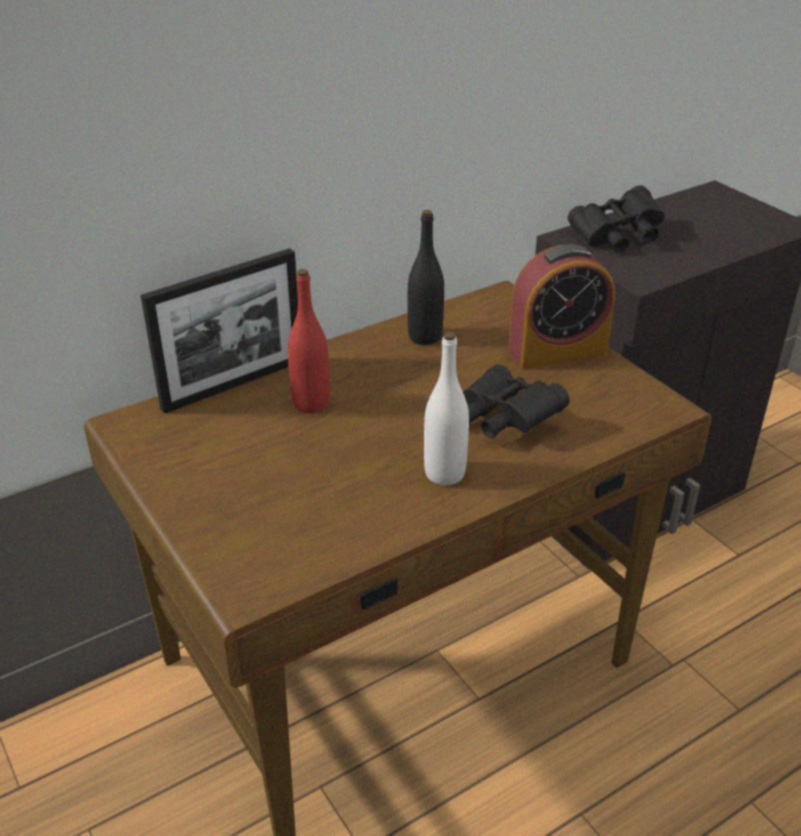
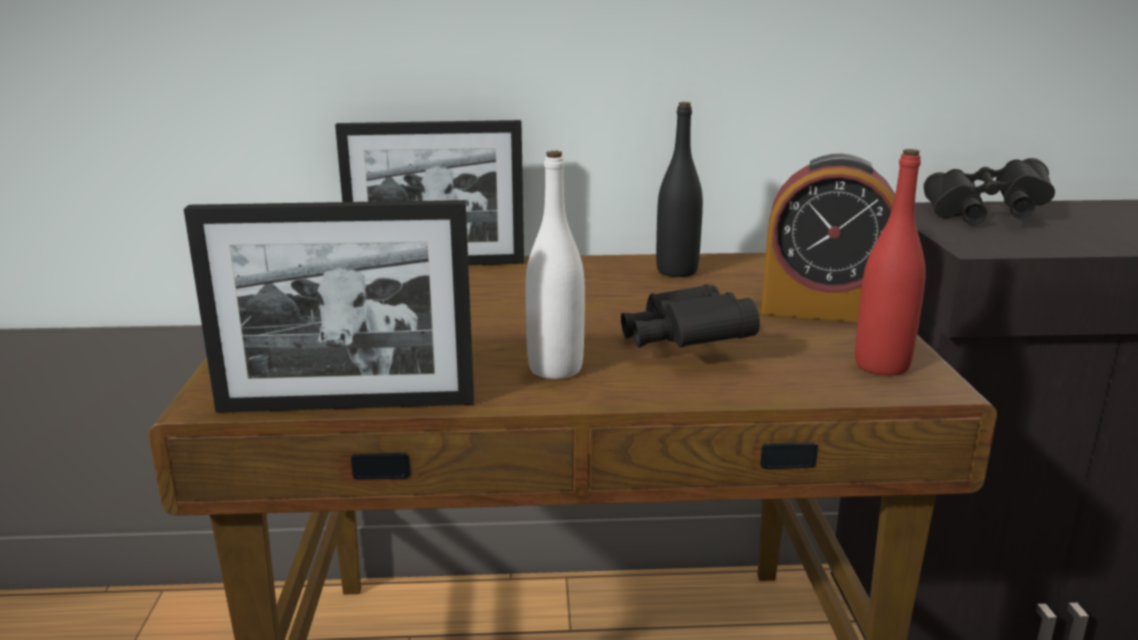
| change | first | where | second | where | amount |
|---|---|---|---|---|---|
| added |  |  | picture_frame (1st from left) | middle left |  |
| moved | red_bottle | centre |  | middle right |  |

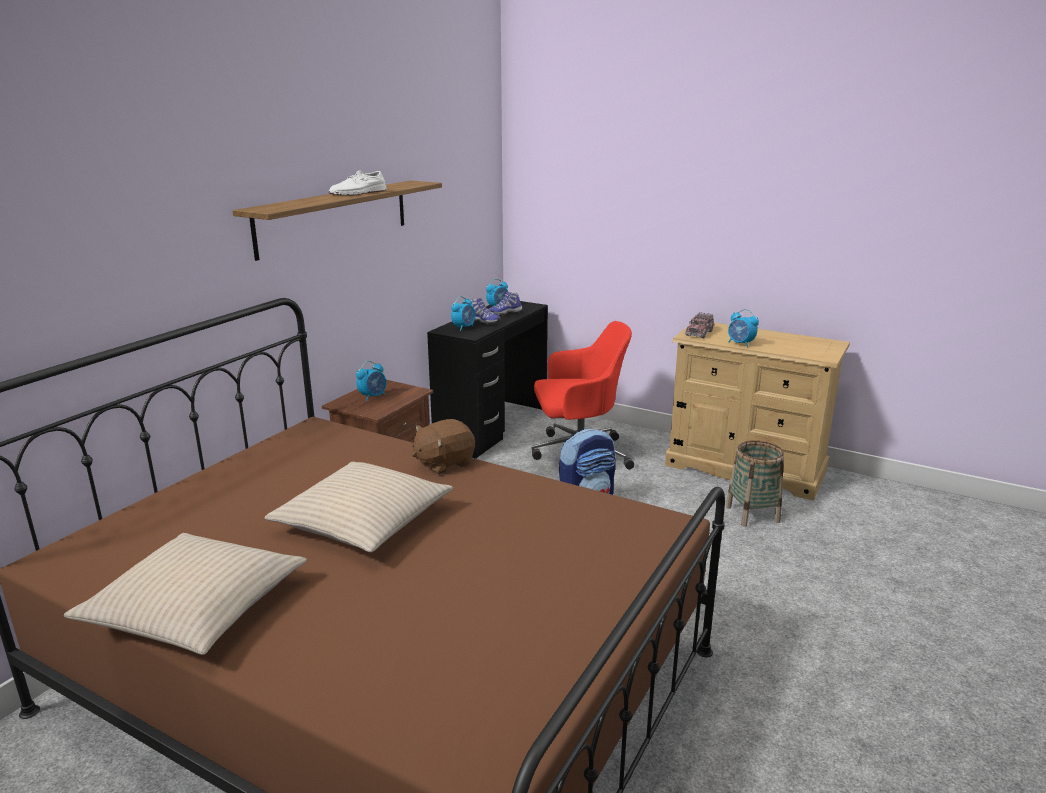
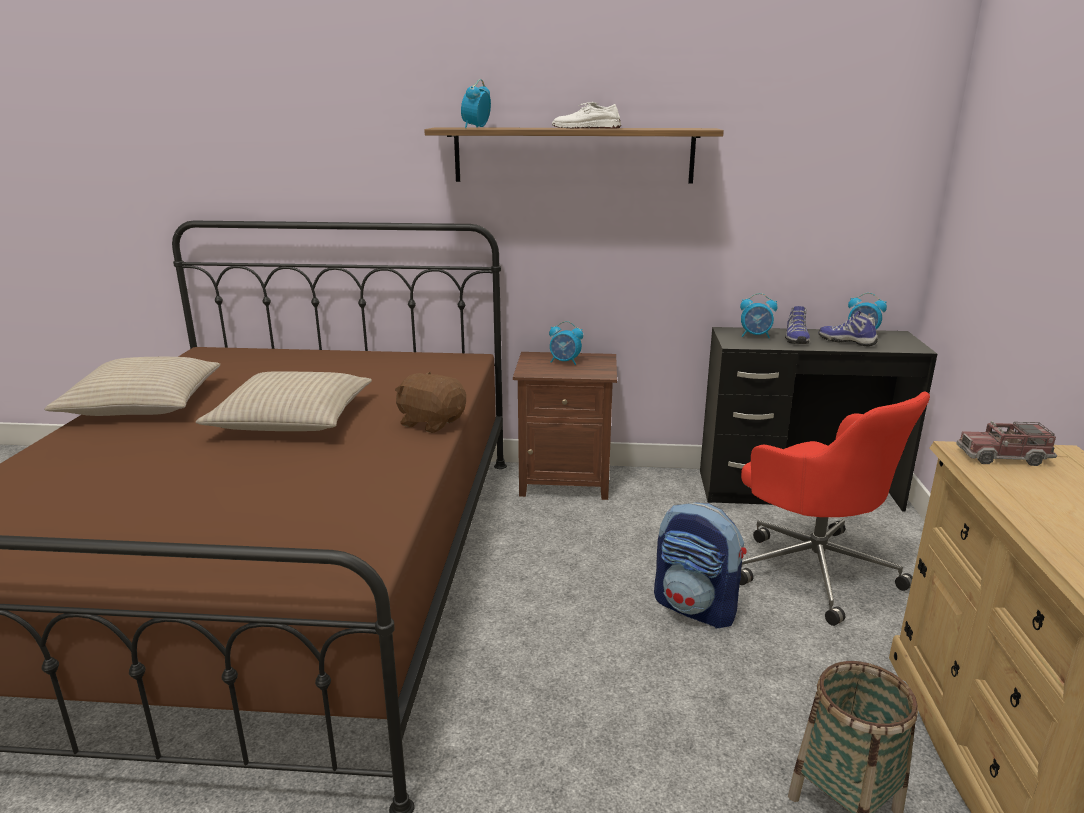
| change | first | where | second | where | amount |
|---|---|---|---|---|---|
| moved | alarm_clock (4th from left in the first image) | middle right | alarm_clock (1st from left) | top centre |  |

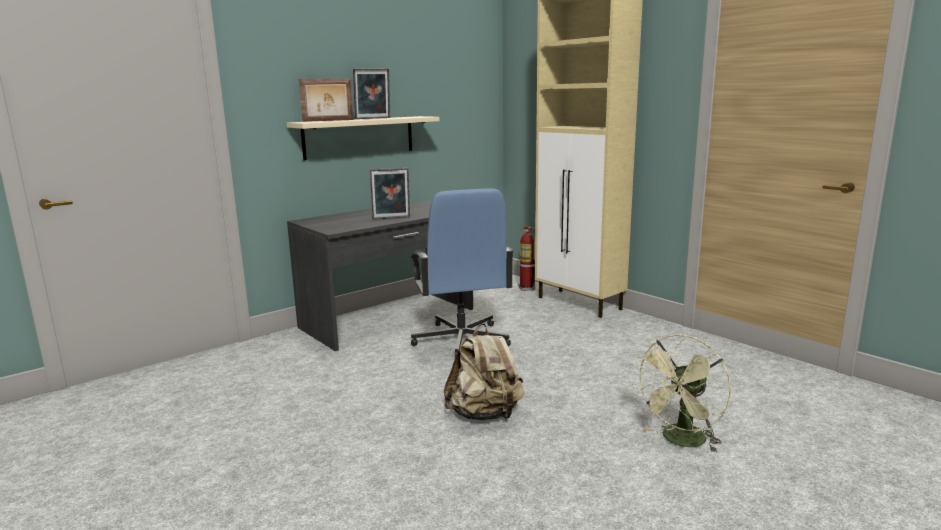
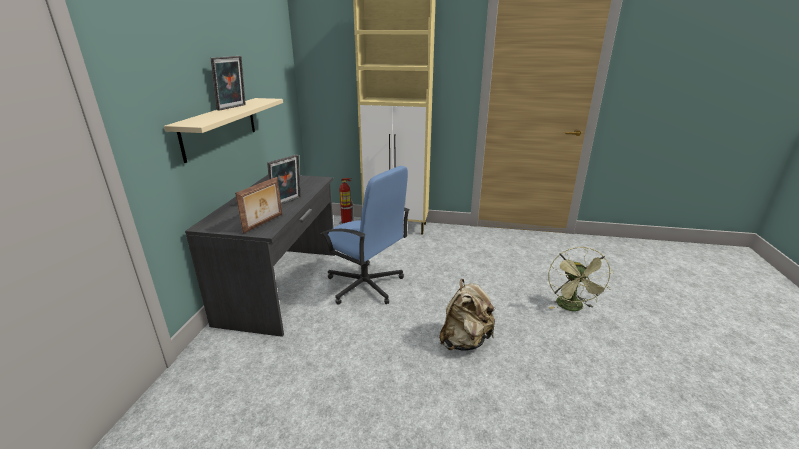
| change | first | where | second | where | amount |
|---|---|---|---|---|---|
| moved | picture_frame (1st from left in the first image) | top centre | picture_frame (2nd from left) | middle left |  |

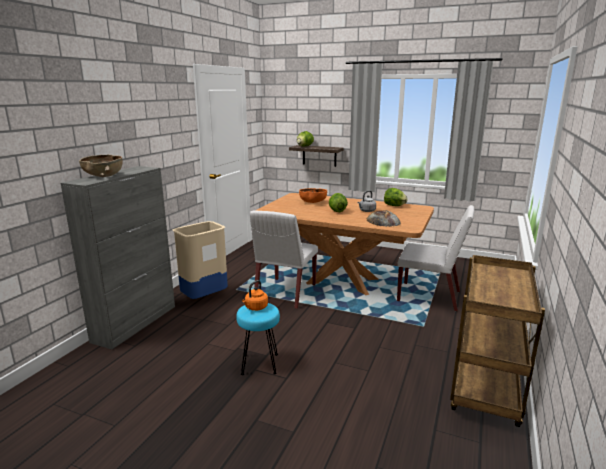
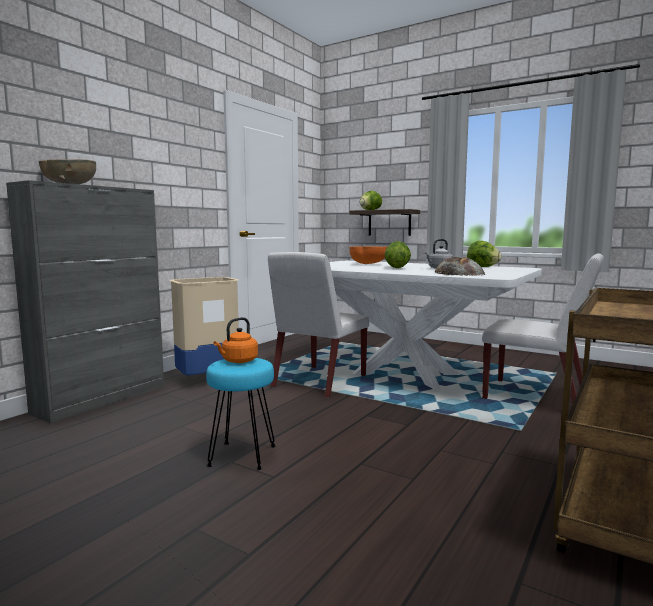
| change | first | where | second | where | amount |
|---|---|---|---|---|---|
| recoloured | brown_dining_table | centre | white_dining_table | centre |  |

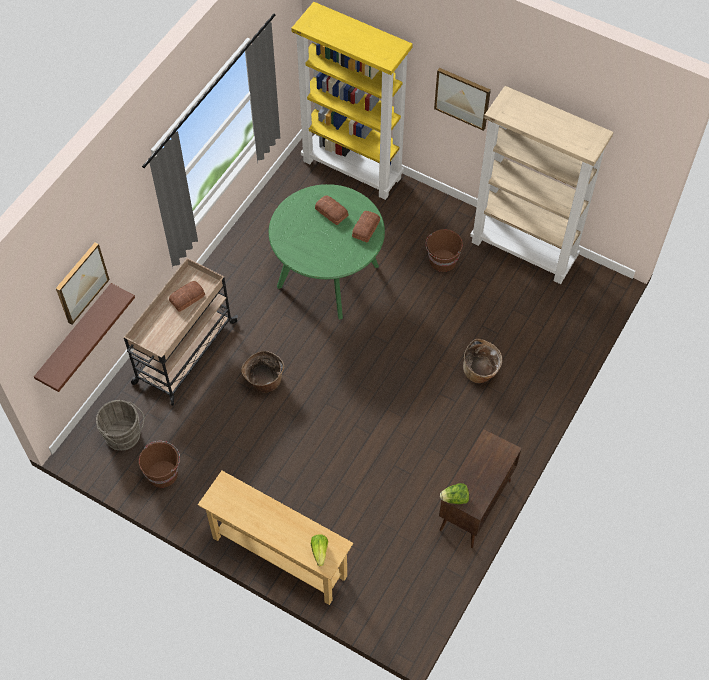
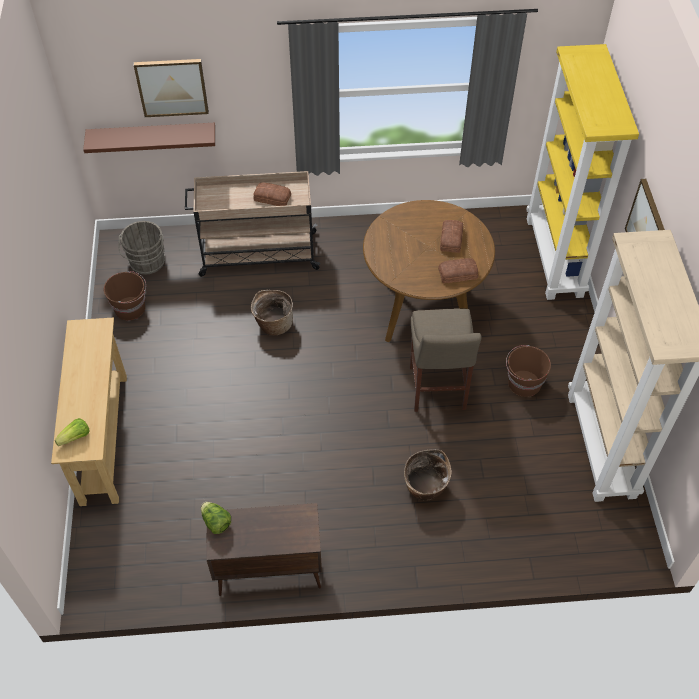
| change | first | where | second | where | amount |
|---|---|---|---|---|---|
| added |  |  | beige_stool | centre |  |
| recoloured | green_dining_table | centre | brown_dining_table | centre |  |

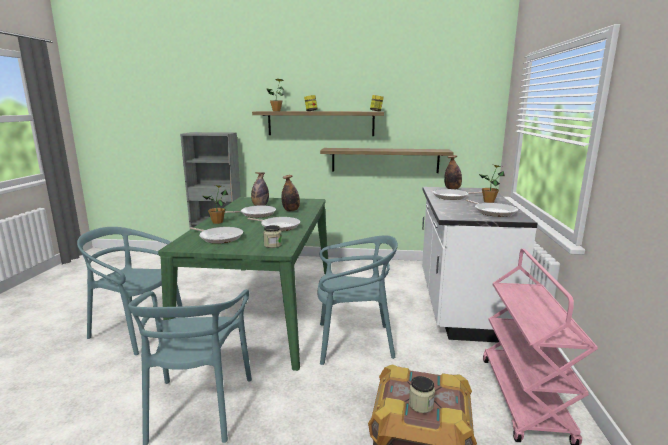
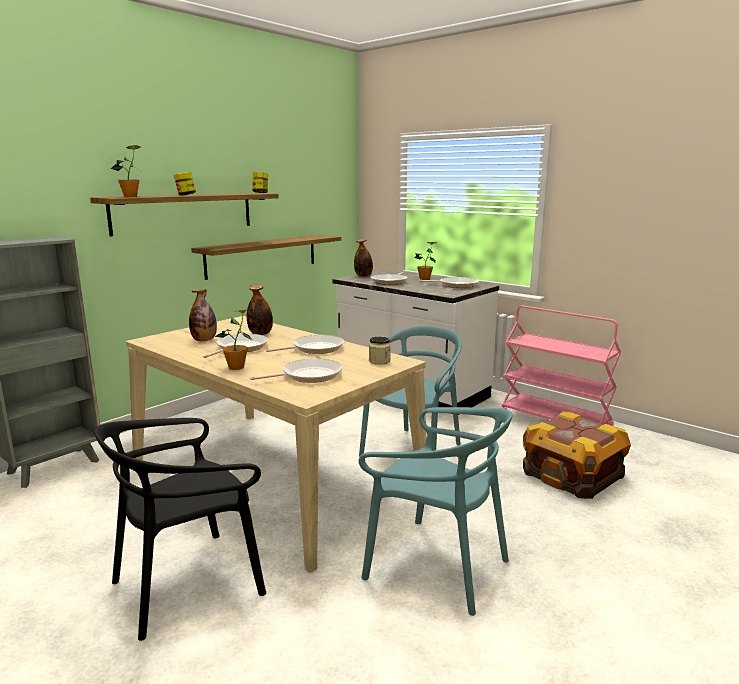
| change | first | where | second | where | amount |
|---|---|---|---|---|---|
| removed | jar (4th from left) | bottom centre |  |  |  |
| recoloured | turquoise_chair (1st from left) | middle left | black_chair | bottom left |  |
| recoloured | green_dining_table | centre | beige_dining_table | centre |  |

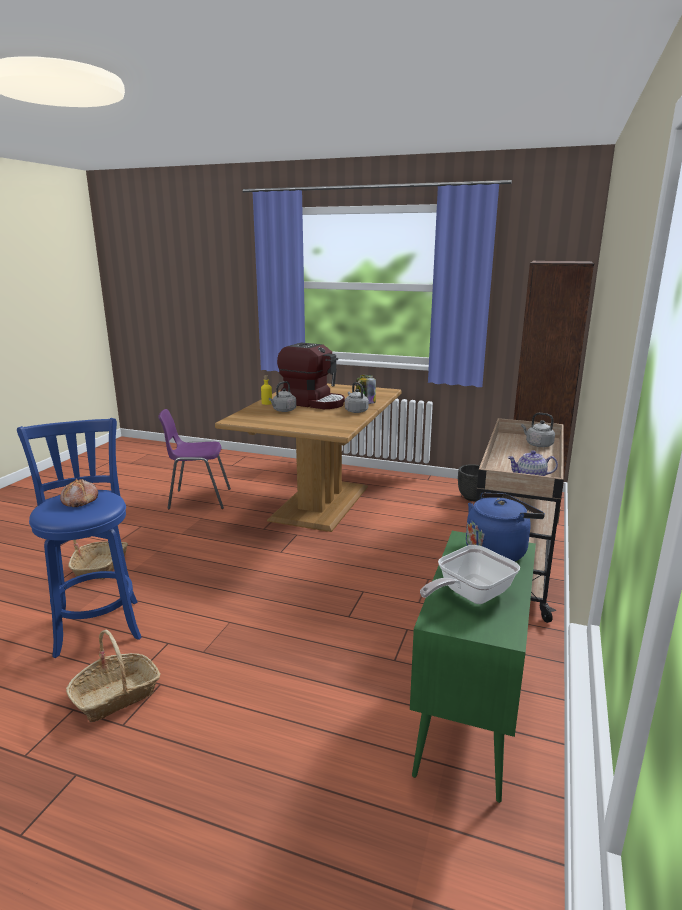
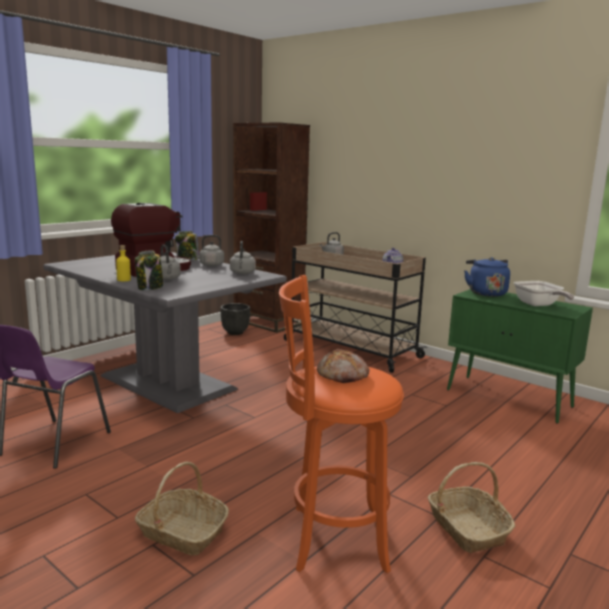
| change | first | where | second | where | amount |
|---|---|---|---|---|---|
| added |  |  | jar (1st from left) | middle left |  |
| added |  |  | grey_kettle (3rd from left) | centre |  |
| recoloured | blue_stool | middle left | orange_stool | bottom centre |  |
| recoloured | brown_dining_table | centre | grey_dining_table | middle left |  |

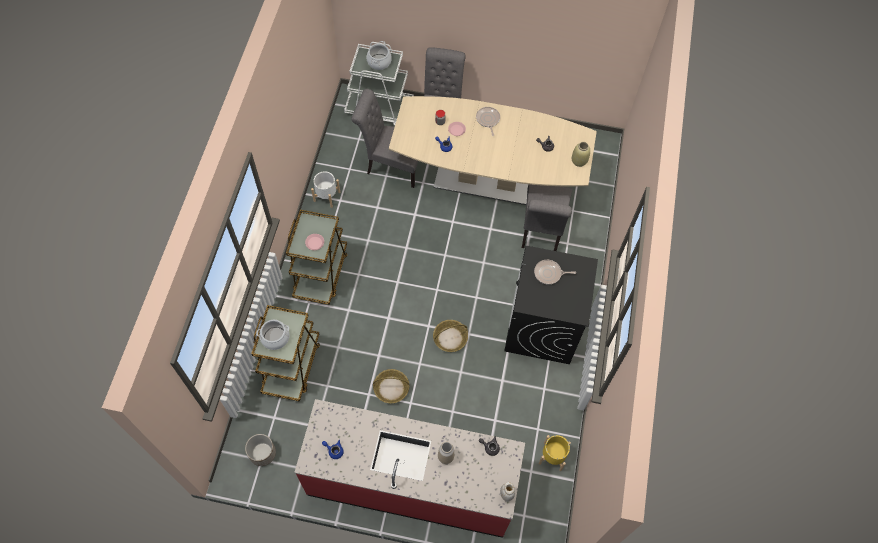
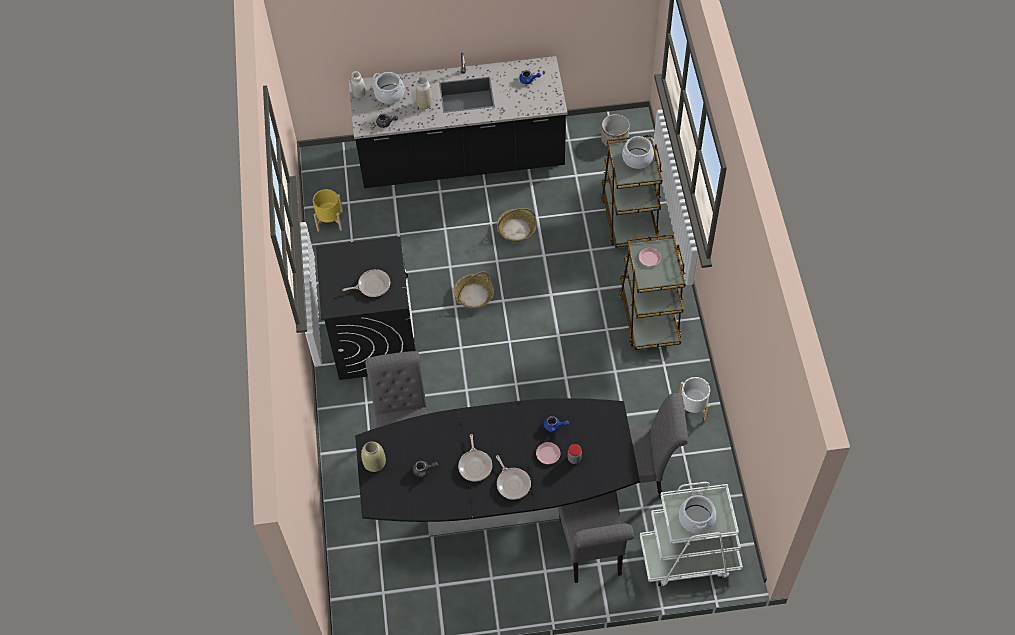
| change | first | where | second | where | amount |
|---|---|---|---|---|---|
| added |  |  | cooking_pot (1st from left) | top centre |  |
| added |  |  | frying_pan (2nd from left) | bottom centre |  |
| recoloured | red_counter | bottom centre | black_counter | top centre |  |
| recoloured | beige_dining_table | top centre | black_dining_table | bottom centre |  |

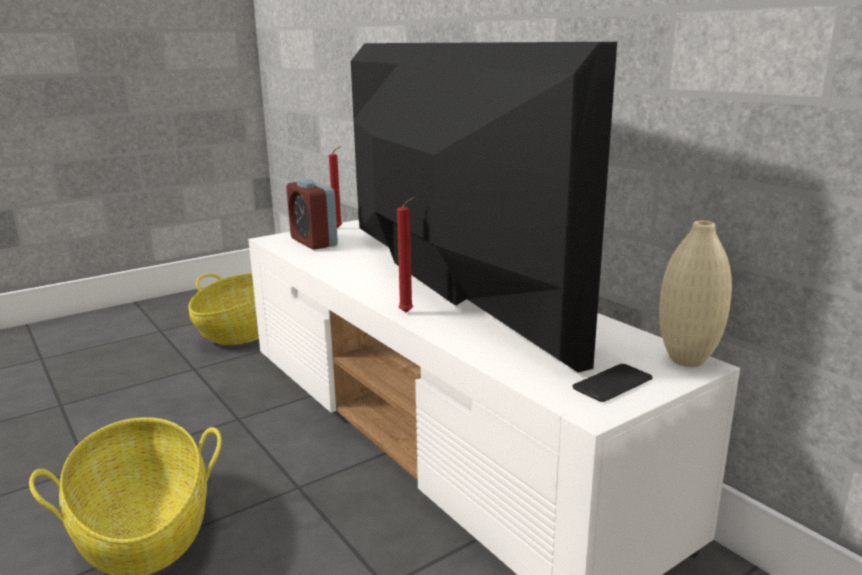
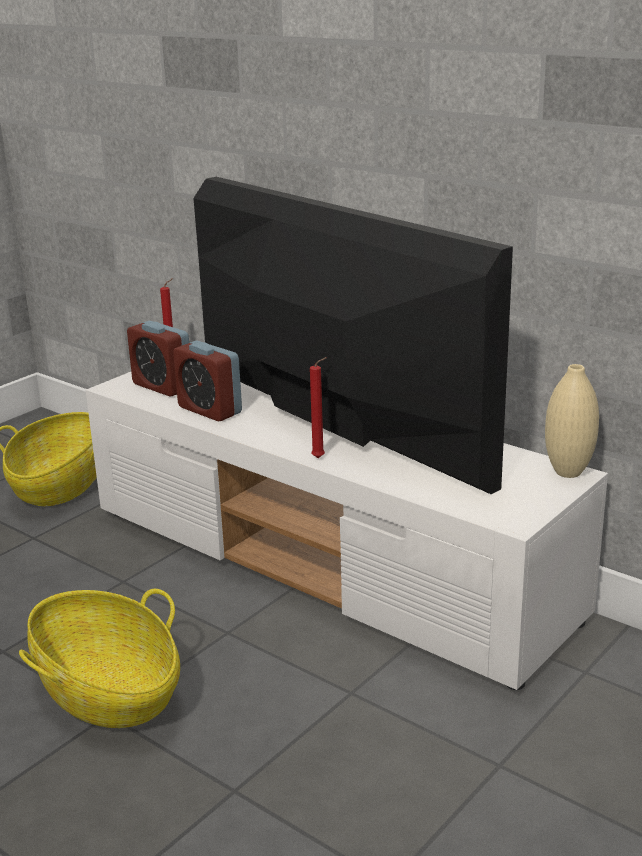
| change | first | where | second | where | amount |
|---|---|---|---|---|---|
| removed | phone | middle right |  |  |  |
| added |  |  | alarm_clock (2nd from left) | middle left |  |

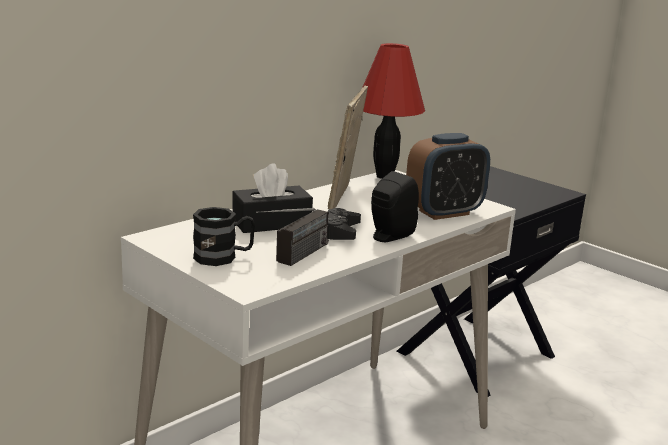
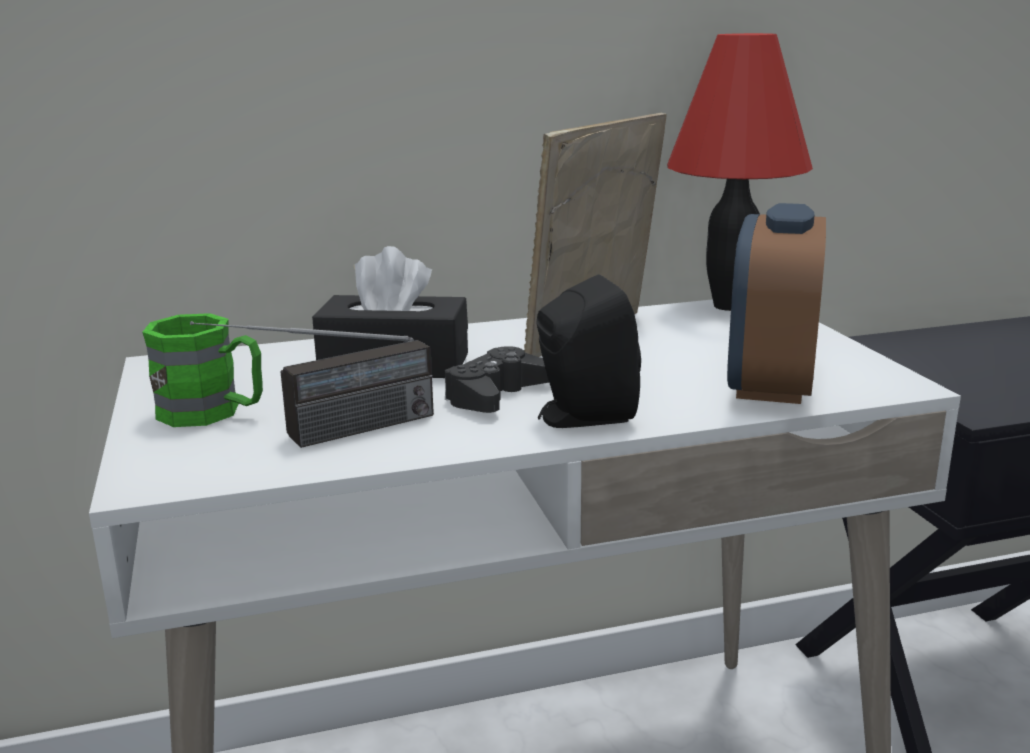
| change | first | where | second | where | amount |
|---|---|---|---|---|---|
| recoloured | black_mug | centre | green_mug | middle left |  |
| turned | alarm_clock | middle right |  | middle right | 105 degrees clockwise |

